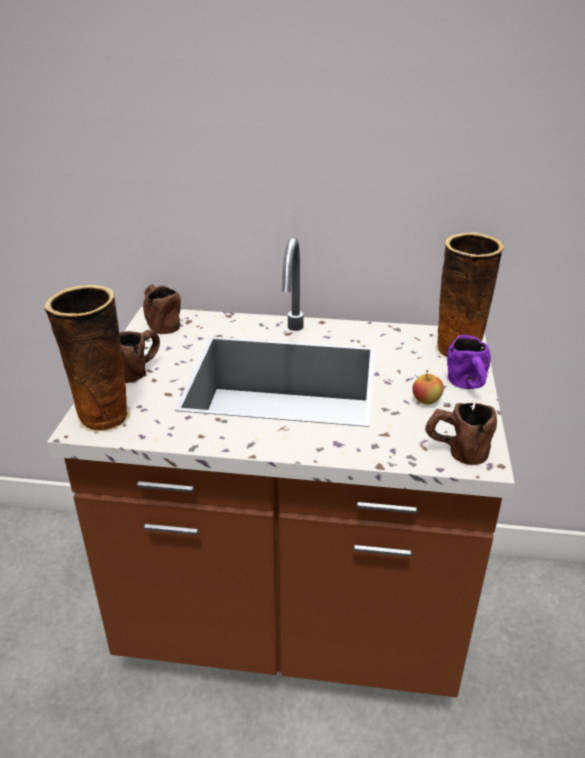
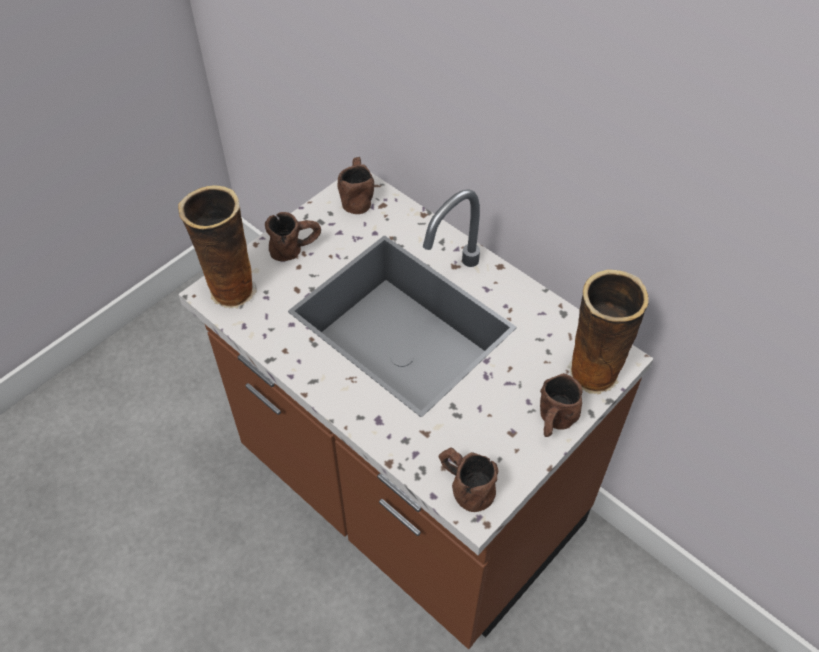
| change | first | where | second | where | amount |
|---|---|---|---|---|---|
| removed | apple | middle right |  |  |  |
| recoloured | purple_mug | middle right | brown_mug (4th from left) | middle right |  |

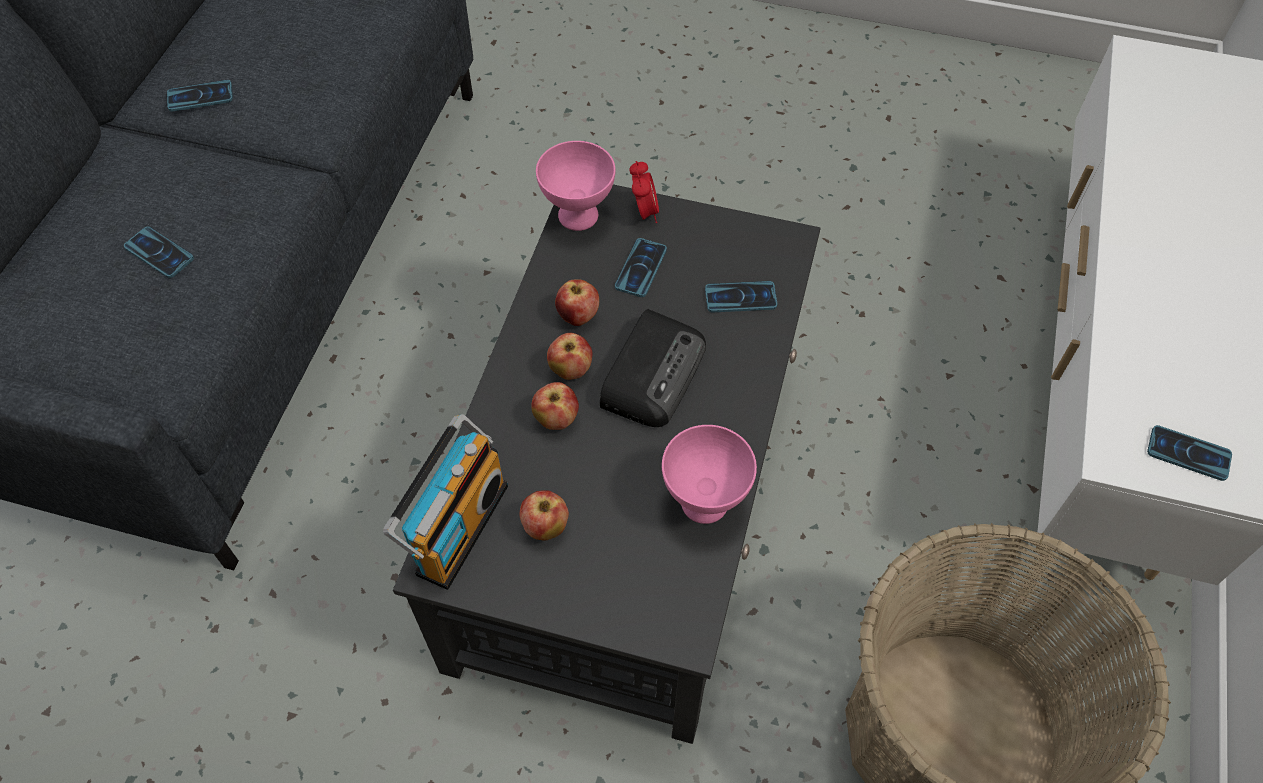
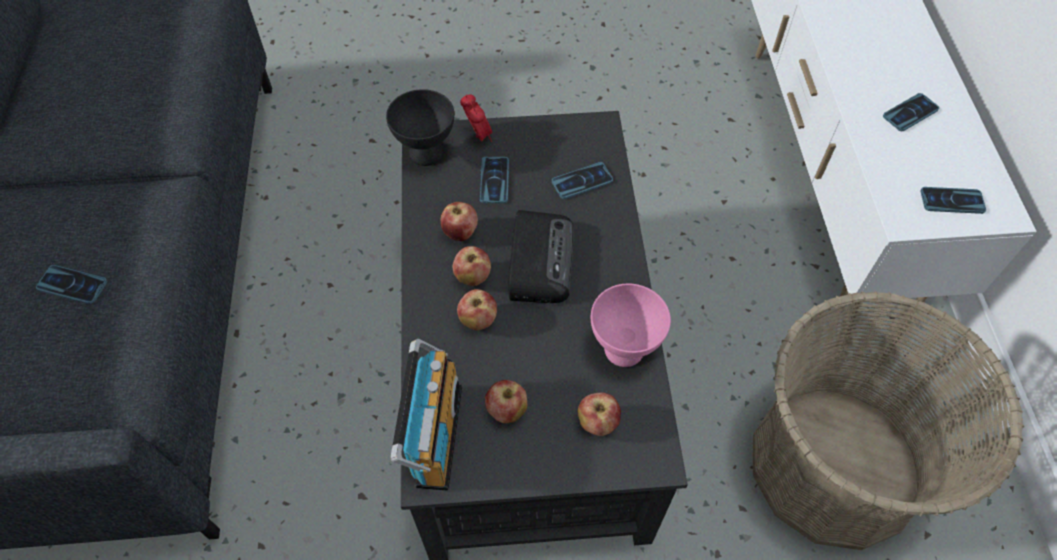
| change | first | where | second | where | amount |
|---|---|---|---|---|---|
| added |  |  | apple (5th from left) | bottom centre |  |
| moved | phone (2nd from left in the first image) | top left | phone (4th from left) | top right |  |
| recoloured | pink_bowl (1st from left) | top centre | black_bowl | top centre |  |

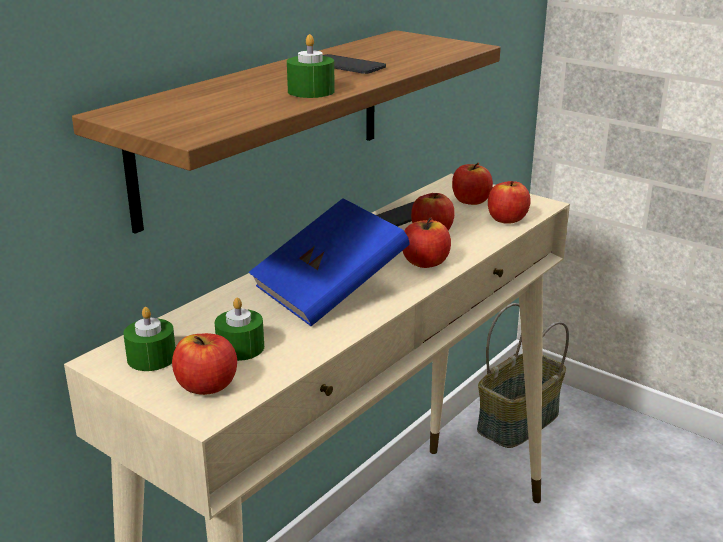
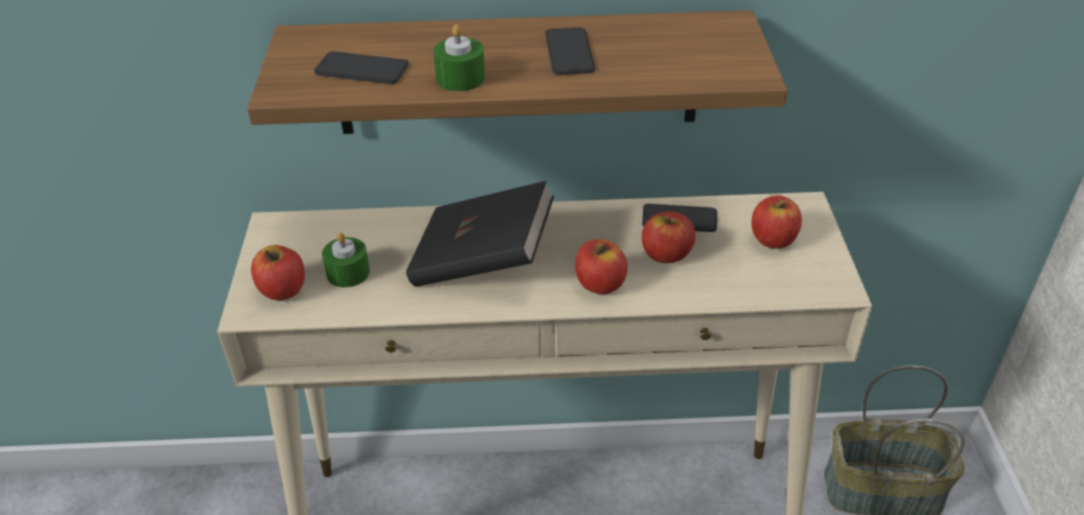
| change | first | where | second | where | amount |
|---|---|---|---|---|---|
| removed | green_candle (1st from left) | middle left |  |  |  |
| removed | apple (5th from left) | middle right |  |  |  |
| added |  |  | phone (1st from left) | top left |  |
| recoloured | blue_book | centre | black_book | centre |  |

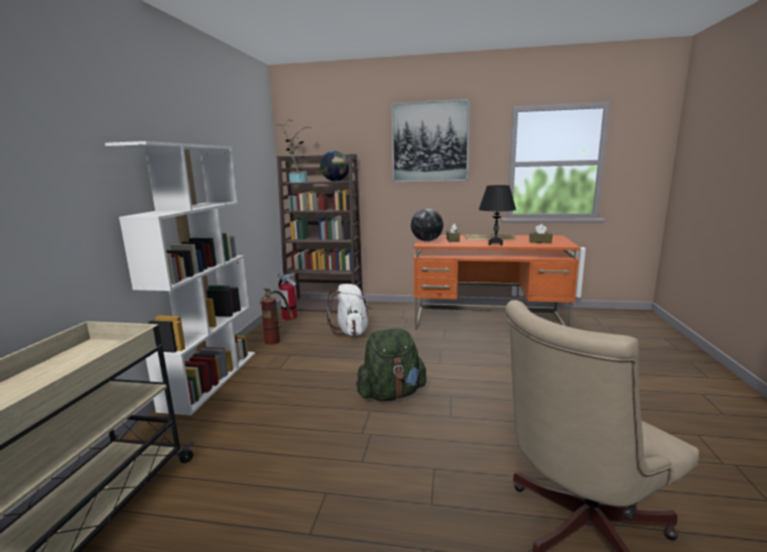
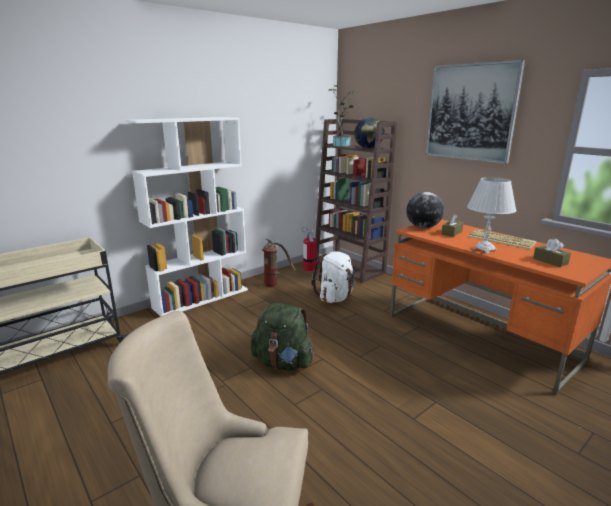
| change | first | where | second | where | amount |
|---|---|---|---|---|---|
| recoloured | black_table_lamp | centre | white_table_lamp | middle right |  |

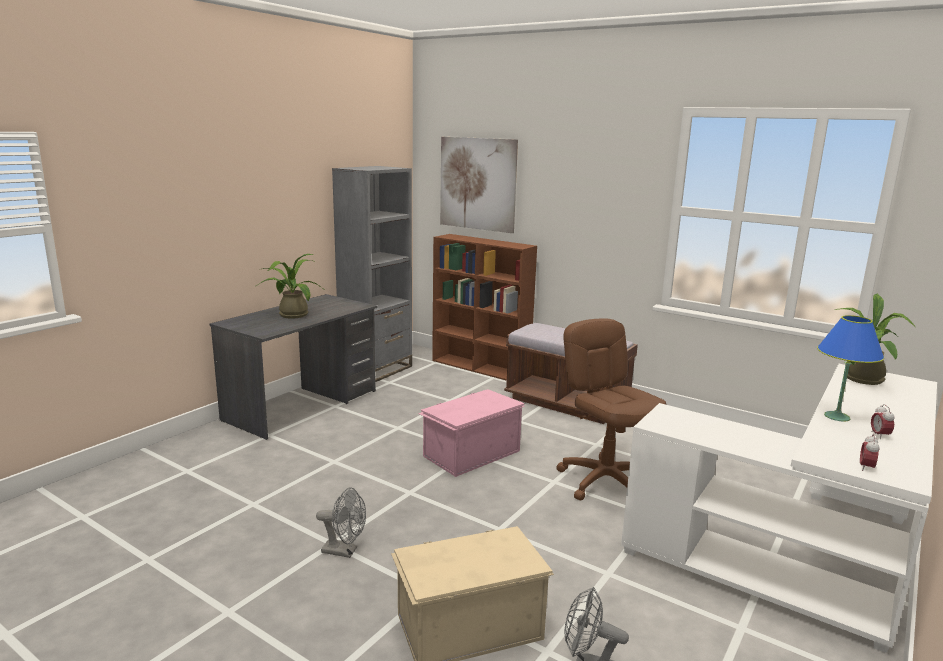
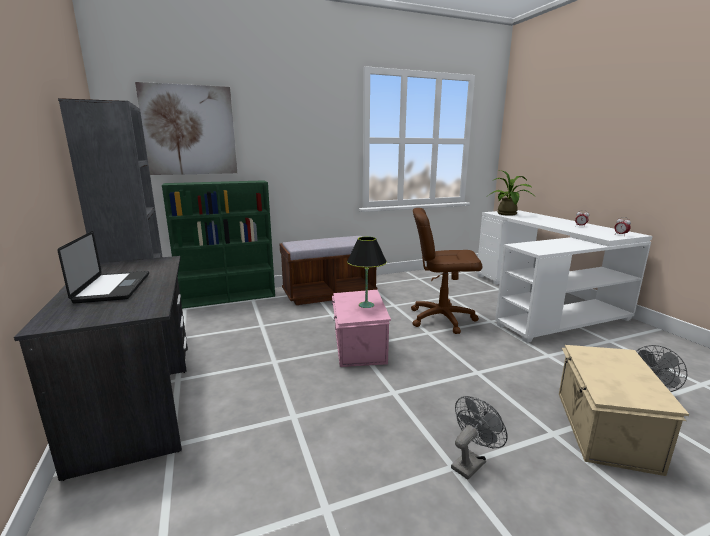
| change | first | where | second | where | amount |
|---|---|---|---|---|---|
| removed | blue_table_lamp | middle right |  |  |  |
| added |  |  | black_table_lamp | centre |  |
| replaced | potted_plant (1st from left) | middle left | laptop | middle left |  |
| recoloured | brown_bookcase | centre | green_bookcase | middle left |  |

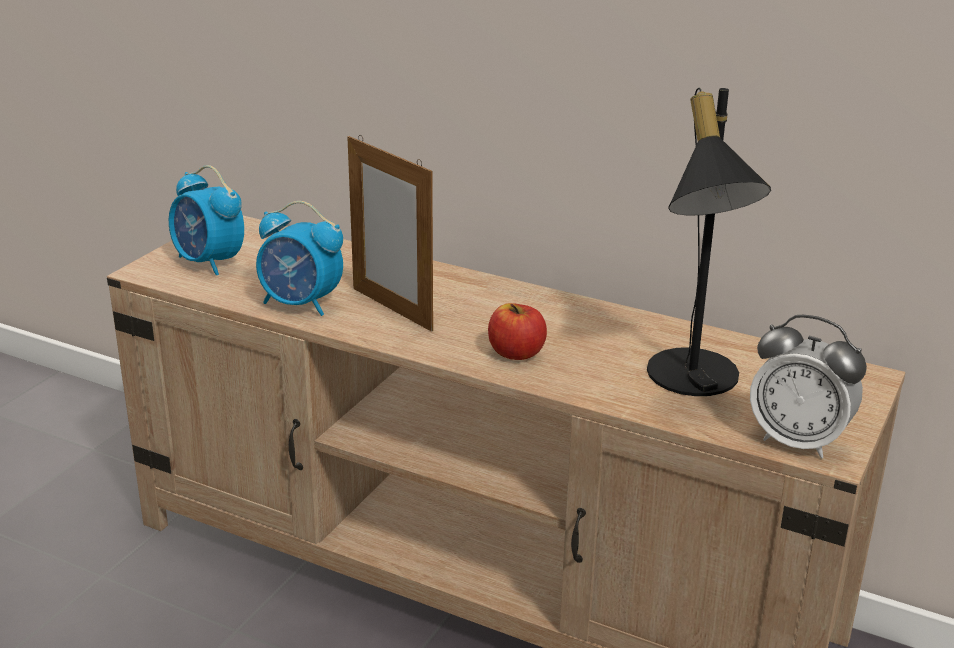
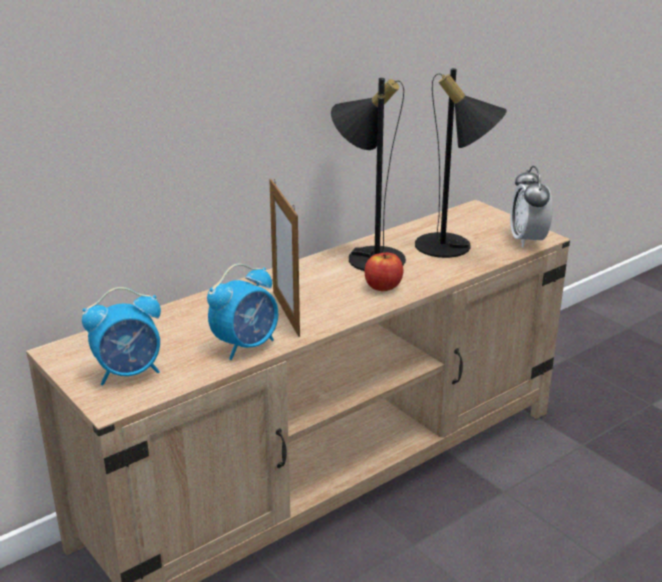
| change | first | where | second | where | amount |
|---|---|---|---|---|---|
| added |  |  | black_table_lamp (1st from left) | top centre |  |
| turned | picture_frame | centre |  | centre | 90 degrees clockwise |
| turned | alarm_clock (3rd from left) | middle right |  | middle right | 120 degrees clockwise |

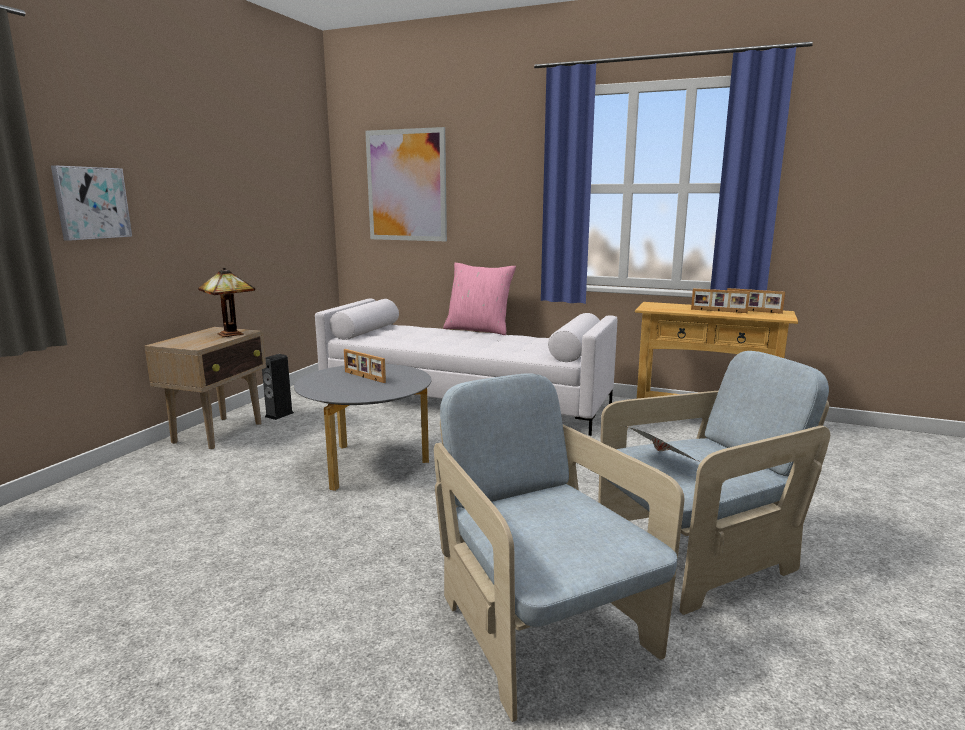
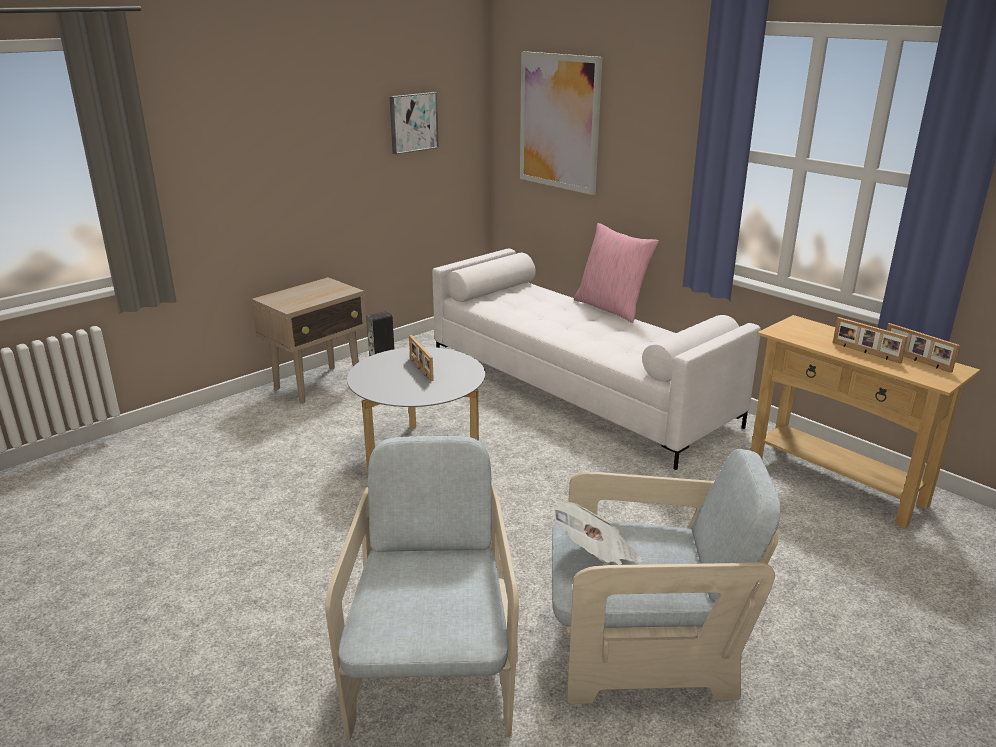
| change | first | where | second | where | amount |
|---|---|---|---|---|---|
| removed | table_lamp | middle left |  |  |  |
| moved | picture (1st from left) | top left |  | top centre |  |

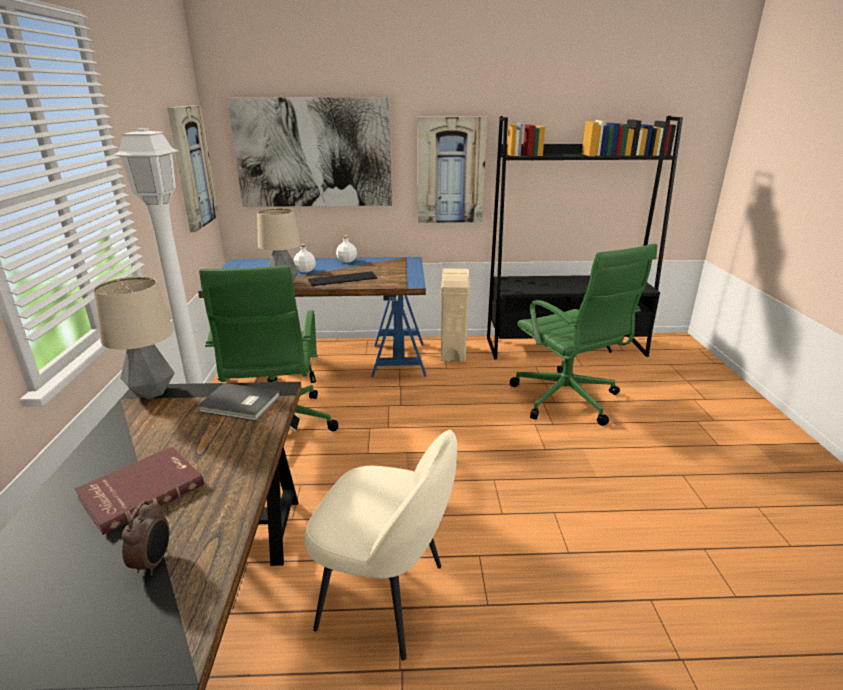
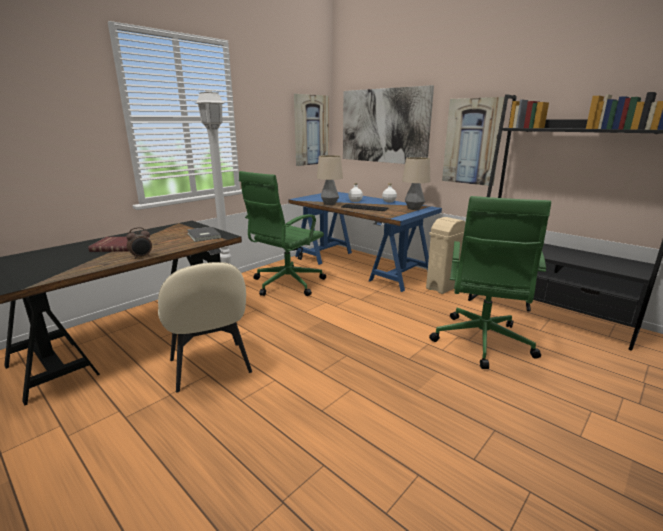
| change | first | where | second | where | amount |
|---|---|---|---|---|---|
| moved | table_lamp (1st from left in the first image) | middle left | table_lamp (2nd from left) | centre |  |
| moved | alarm_clock | bottom left |  | middle left |  |

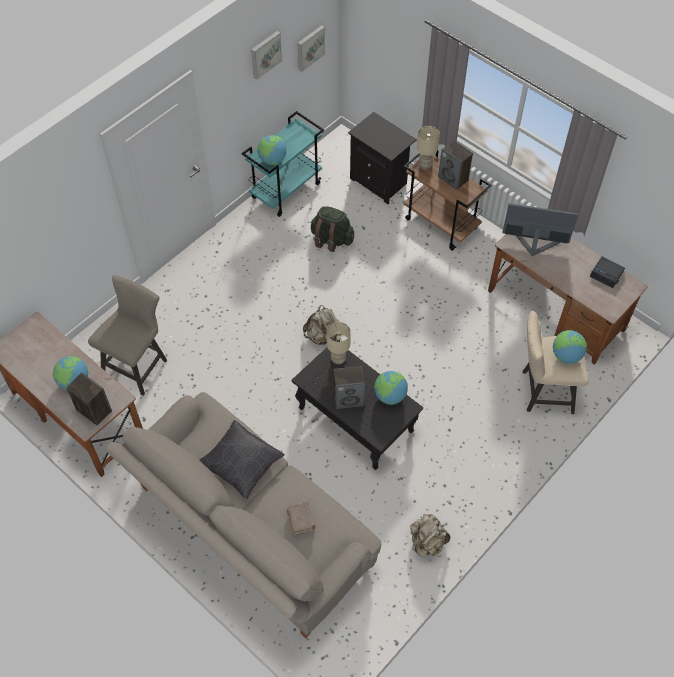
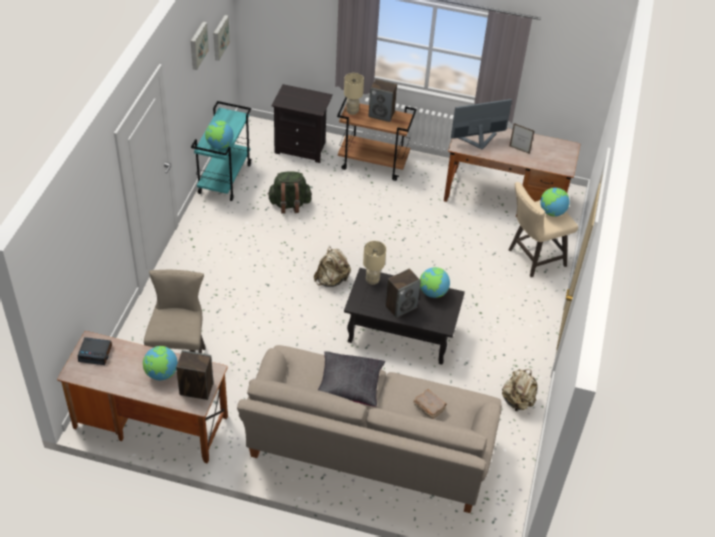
| change | first | where | second | where | amount |
|---|---|---|---|---|---|
| added |  |  | picture_frame | top right |  |
| moved | alarm_clock | middle right |  | middle left |  |

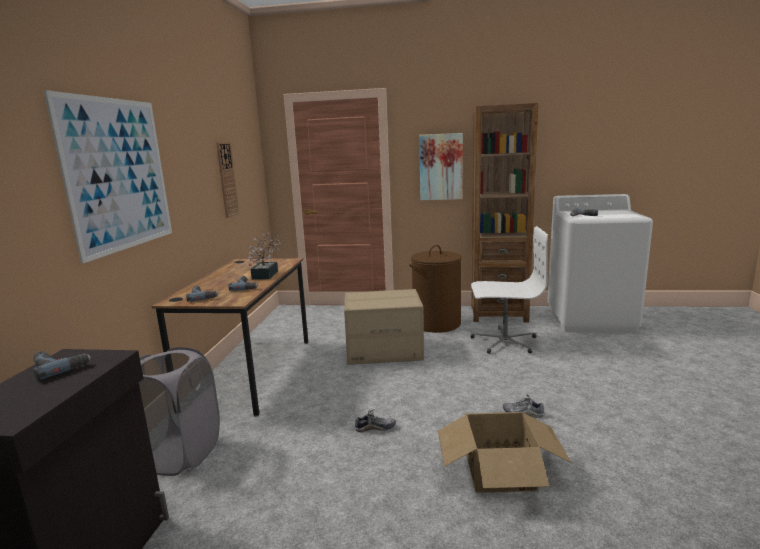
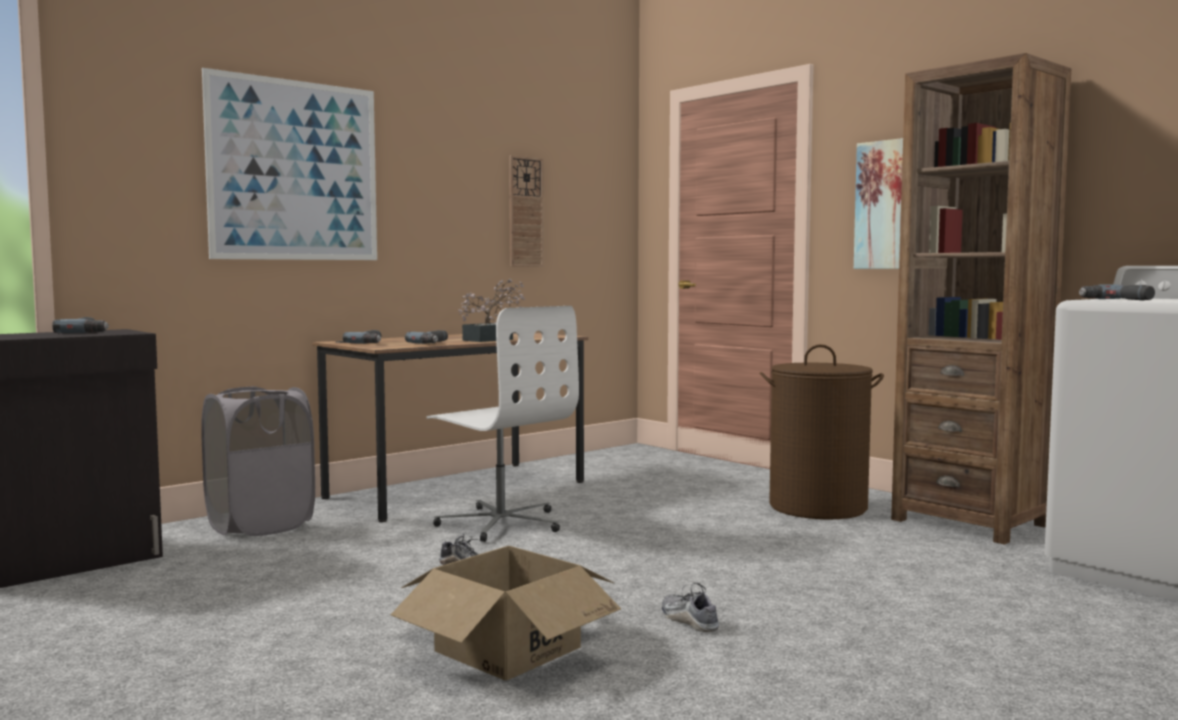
| change | first | where | second | where | amount |
|---|---|---|---|---|---|
| removed | cardboard_box (1st from left) | centre |  |  |  |
| moved | white_office_chair | middle right |  | centre |  |

